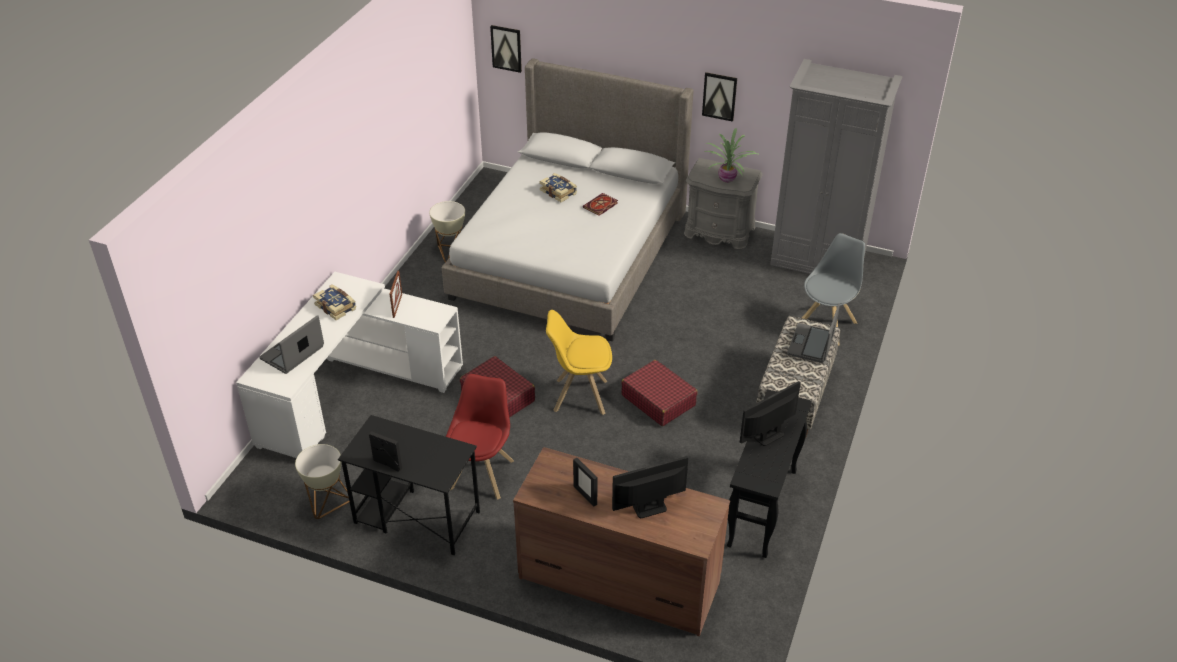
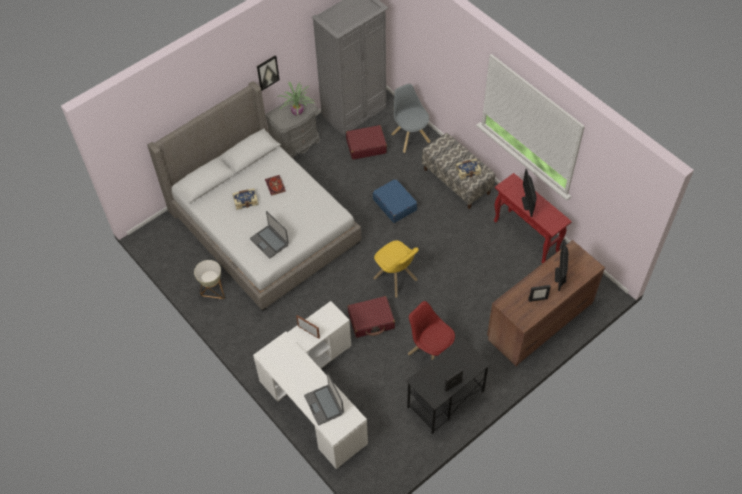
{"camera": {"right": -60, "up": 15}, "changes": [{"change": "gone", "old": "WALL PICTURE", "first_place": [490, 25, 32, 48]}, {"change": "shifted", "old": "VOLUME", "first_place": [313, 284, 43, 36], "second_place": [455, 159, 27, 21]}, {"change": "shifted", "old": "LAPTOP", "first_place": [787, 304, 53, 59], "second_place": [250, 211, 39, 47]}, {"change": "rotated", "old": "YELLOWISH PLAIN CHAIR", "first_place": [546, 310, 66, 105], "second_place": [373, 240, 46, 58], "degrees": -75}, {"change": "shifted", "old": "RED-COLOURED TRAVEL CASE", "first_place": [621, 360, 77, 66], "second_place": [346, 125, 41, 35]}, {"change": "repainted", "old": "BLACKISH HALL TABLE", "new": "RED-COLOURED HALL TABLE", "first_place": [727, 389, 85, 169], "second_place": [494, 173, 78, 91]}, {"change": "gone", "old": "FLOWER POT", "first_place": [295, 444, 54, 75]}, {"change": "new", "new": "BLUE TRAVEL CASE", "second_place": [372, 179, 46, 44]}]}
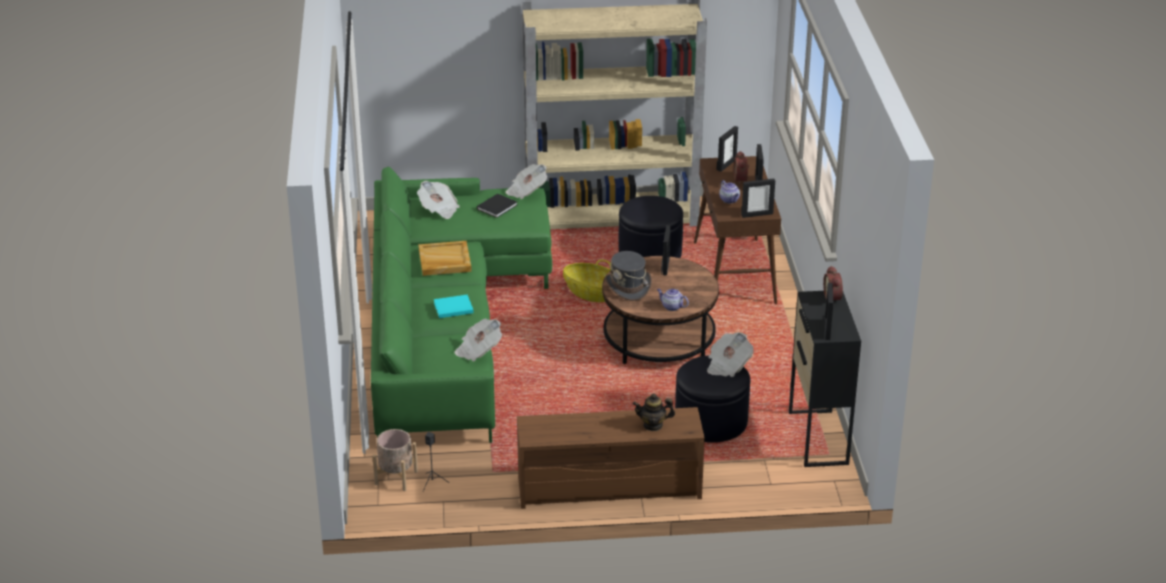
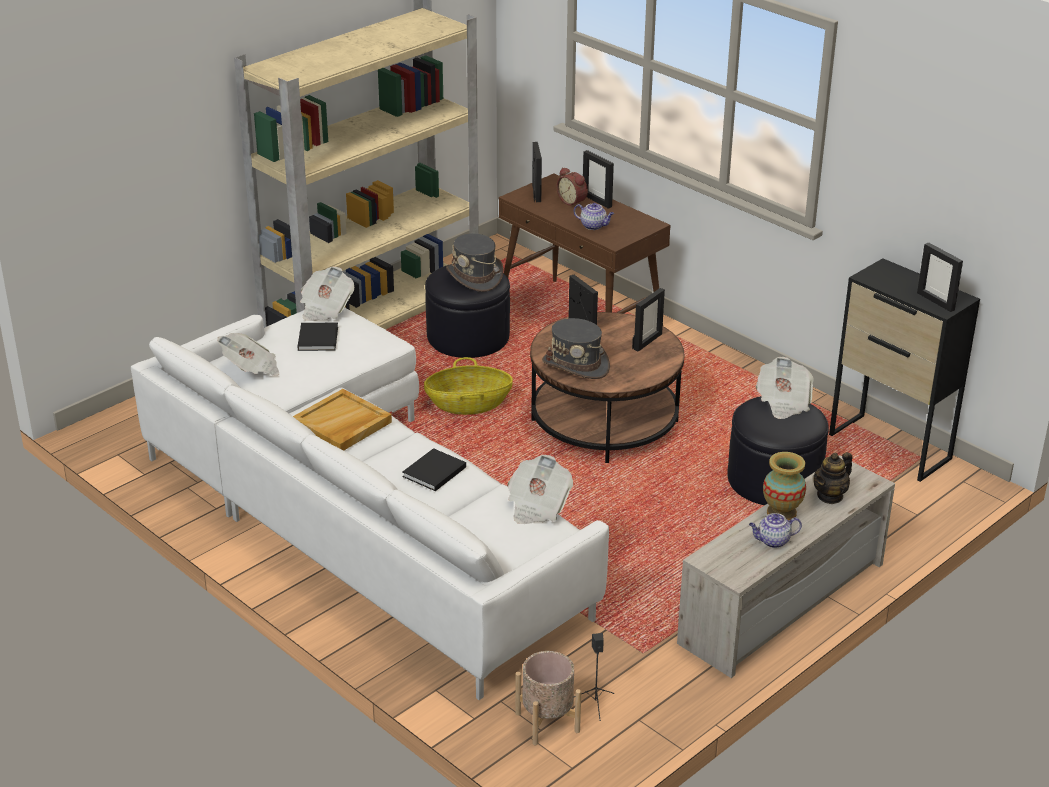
{"camera": {"right": -40, "up": 0}, "changes": [{"change": "repainted", "old": "GREEN-COLOURED COUCH", "new": "WHITE COUCH", "first_place": [371, 167, 181, 276], "second_place": [131, 308, 478, 392]}, {"change": "shifted", "old": "PHOTO FRAME", "first_place": [741, 179, 34, 39], "second_place": [632, 288, 33, 64]}, {"change": "gone", "old": "ALARM CLOCK", "first_place": [823, 266, 20, 36]}, {"change": "shifted", "old": "POT FOR TEA", "first_place": [657, 289, 32, 22], "second_place": [749, 513, 53, 35]}, {"change": "repainted", "old": "TURQUOISE VOLUME", "new": "BLACKISH VOLUME", "first_place": [434, 294, 39, 24], "second_place": [402, 448, 64, 43]}, {"change": "repainted", "old": "BROWN-COLOURED TV UNIT", "new": "WHITE TV UNIT", "first_place": [517, 407, 188, 102], "second_place": [677, 456, 218, 222]}, {"change": "new", "new": "GREY WEARABLE HAT", "second_place": [446, 233, 57, 59]}, {"change": "new", "new": "FLOWER VASE", "second_place": [763, 452, 43, 69]}]}
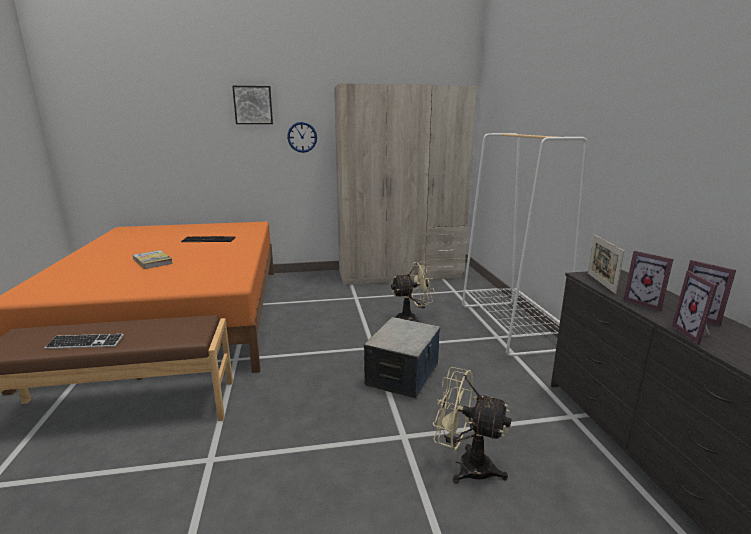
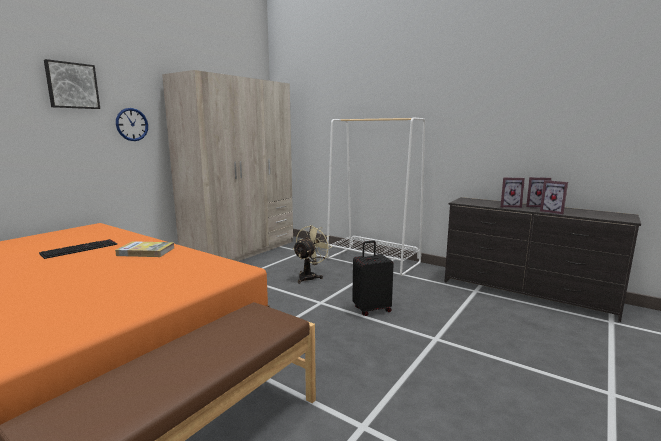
{"camera": {"right": -45, "up": -5}, "changes": [{"change": "gone", "old": "PHOTO FRAME", "first_place": [588, 235, 36, 59]}, {"change": "shifted", "old": "VOLUME", "first_place": [133, 250, 40, 19], "second_place": [115, 241, 59, 16]}, {"change": "swapped", "old": "STORAGE BIN", "new": "BLACKISH TRAVEL CASE", "first_place": [364, 317, 76, 82], "second_place": [352, 240, 42, 76]}, {"change": "gone", "old": "COMPUTER KEYBOARD", "first_place": [45, 334, 79, 15]}, {"change": "gone", "old": "SAND-COLOURED FAN", "first_place": [433, 367, 79, 117]}]}
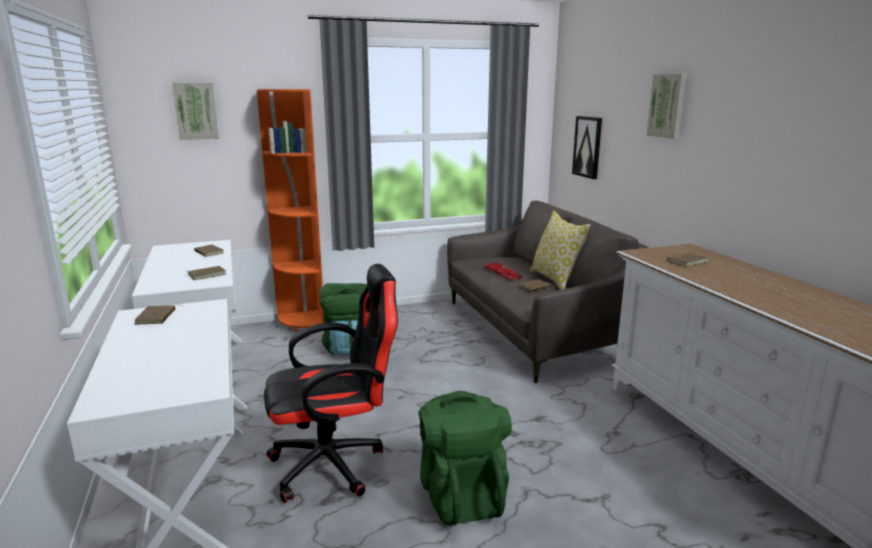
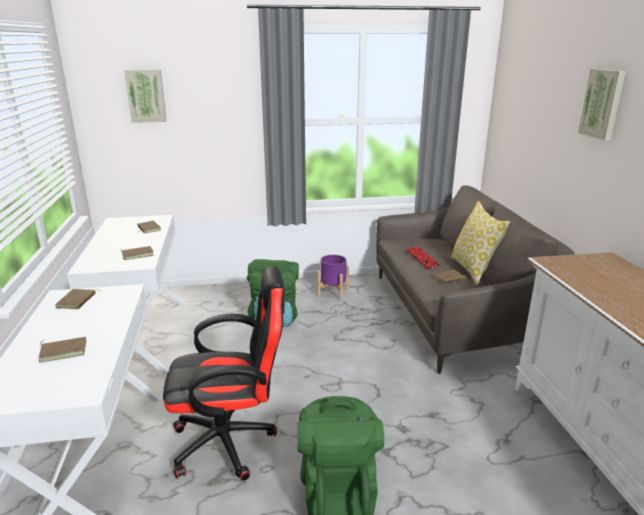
{"camera": {"right": 10, "up": 5}, "changes": [{"change": "gone", "old": "ORANGE-COLOURED BOOKSHELF", "first_place": [257, 89, 67, 242]}, {"change": "gone", "old": "WALL PICTURE", "first_place": [572, 116, 30, 63]}, {"change": "shifted", "old": "BROWN-COLOURED VOLUME", "first_place": [667, 253, 41, 14], "second_place": [38, 337, 48, 26]}, {"change": "new", "new": "PURPLE-COLOURED FLOWER POT", "second_place": [317, 255, 32, 45]}]}
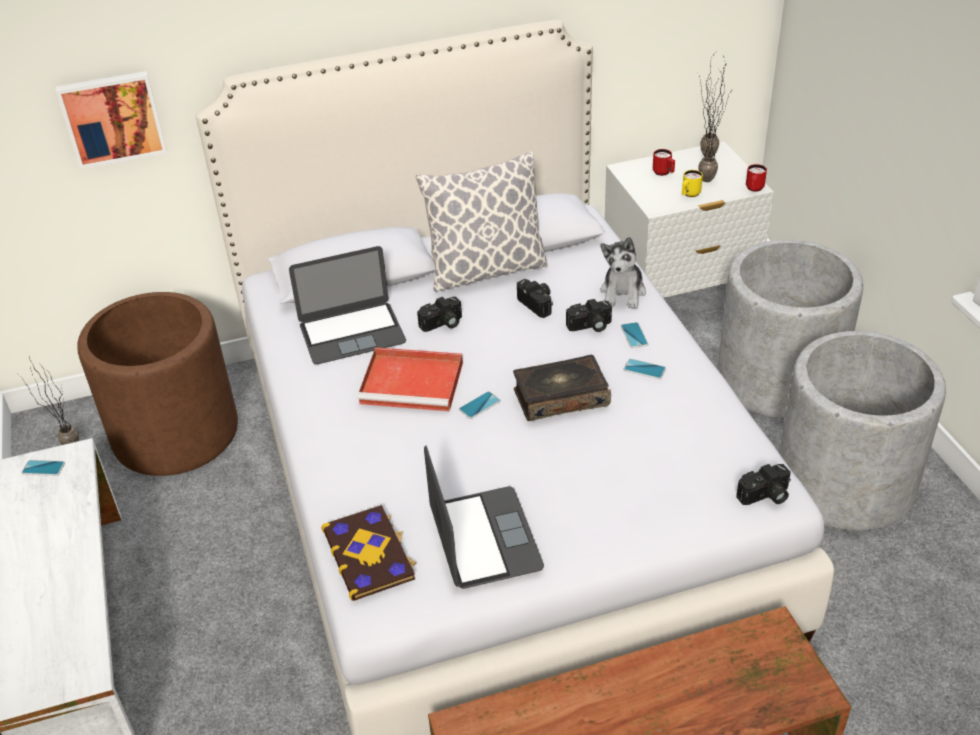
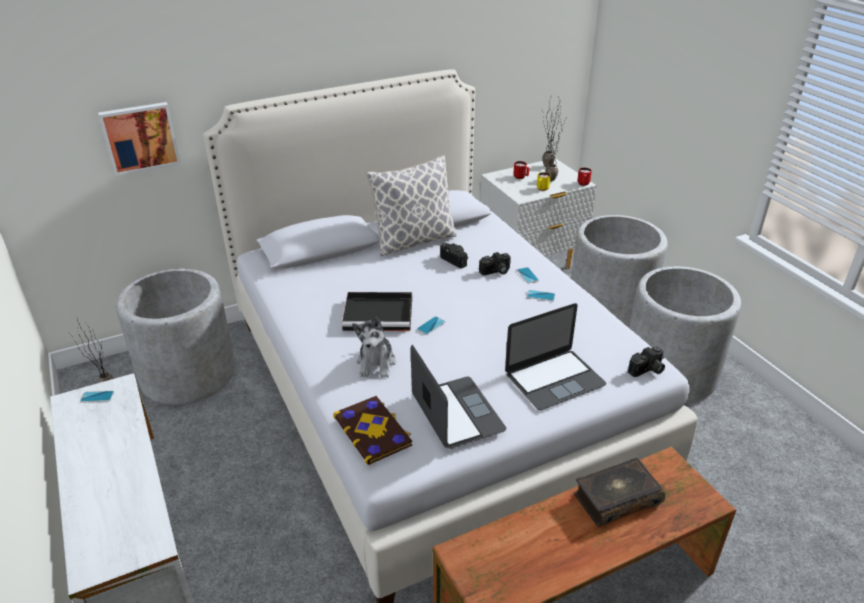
{"camera": {"right": -10, "up": -5}, "changes": [{"change": "shifted", "old": "CUDDLY TOY", "first_place": [600, 237, 46, 72], "second_place": [352, 317, 44, 61]}, {"change": "shifted", "old": "LAPTOP", "first_place": [289, 246, 117, 118], "second_place": [505, 303, 101, 107]}, {"change": "repainted", "old": "BROWN-COLOURED FLOWER POT", "new": "GREY FLOWER POT", "first_place": [77, 292, 161, 184], "second_place": [116, 269, 119, 136]}, {"change": "gone", "old": "PHOTO CAMERA", "first_place": [417, 297, 45, 35]}, {"change": "repainted", "old": "RED-COLOURED SERVING TRAY", "new": "BLACKISH SERVING TRAY", "first_place": [358, 347, 105, 64], "second_place": [342, 292, 70, 39]}, {"change": "shifted", "old": "VOLUME", "first_place": [513, 355, 98, 66], "second_place": [574, 458, 91, 69]}]}
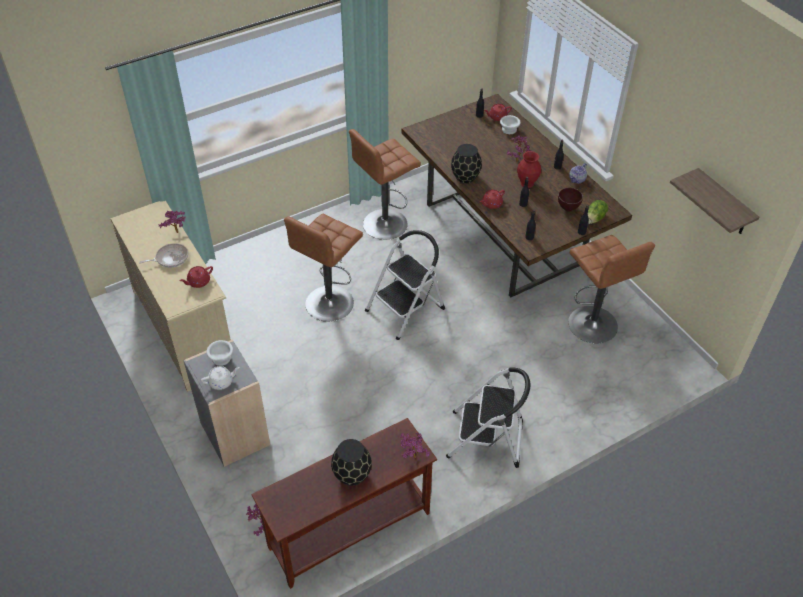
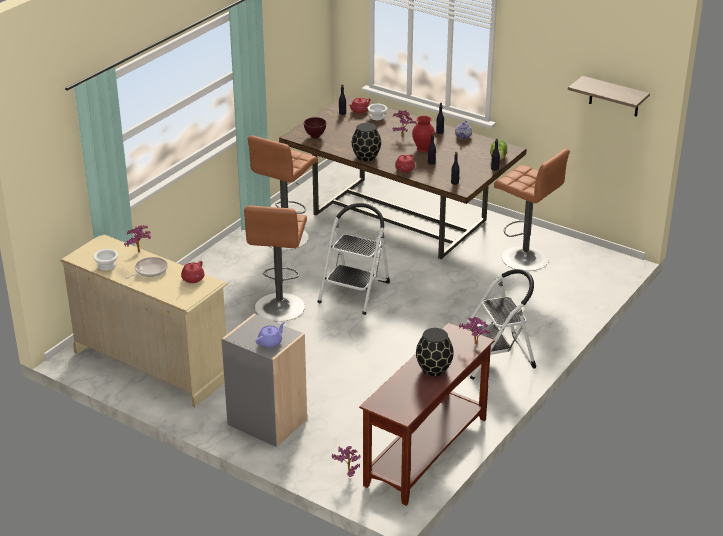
{"camera": {"right": -25, "up": -15}, "changes": [{"change": "shifted", "old": "BROWN-COLOURED DEEP DISH", "first_place": [558, 188, 25, 24], "second_place": [304, 117, 22, 21]}, {"change": "shifted", "old": "WHITE DEEP DISH", "first_place": [207, 340, 26, 26], "second_place": [93, 249, 25, 22]}, {"change": "repainted", "old": "WHITE POT FOR TEA", "new": "PURPLE-COLOURED POT FOR TEA", "first_place": [201, 366, 39, 24], "second_place": [256, 322, 29, 26]}]}
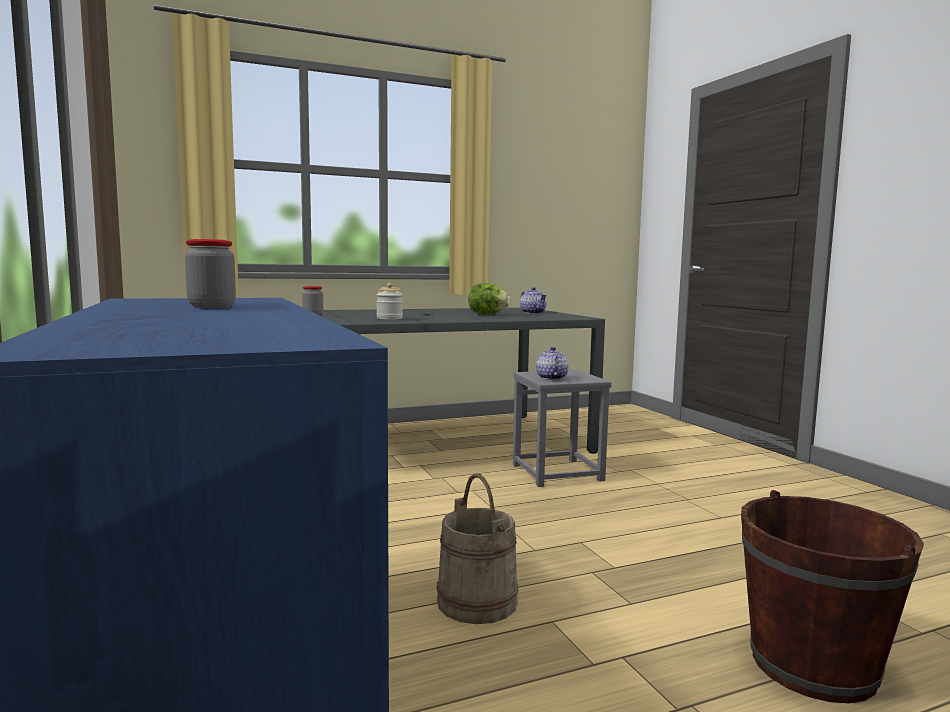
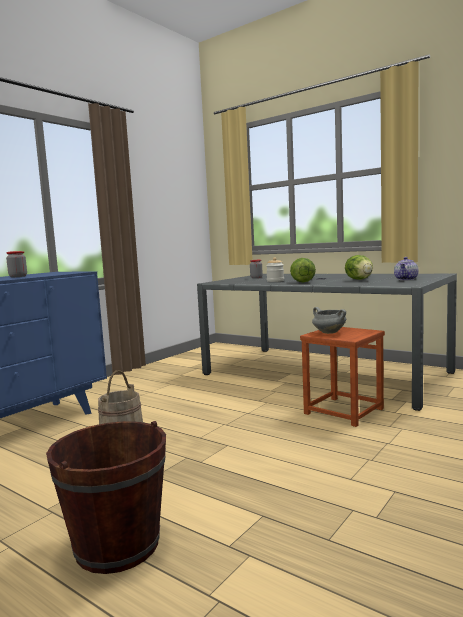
{"camera": {"right": 60, "up": 0}, "changes": [{"change": "swapped", "old": "POT FOR TEA", "new": "GREY SAUCEPOT", "first_place": [536, 347, 33, 33], "second_place": [312, 307, 34, 27]}, {"change": "repainted", "old": "GREY STOOL SEAT", "new": "BROWN-COLOURED STOOL SEAT", "first_place": [513, 370, 99, 117], "second_place": [300, 327, 85, 100]}, {"change": "new", "new": "LETTUCE HEAD", "second_place": [290, 258, 26, 24]}]}
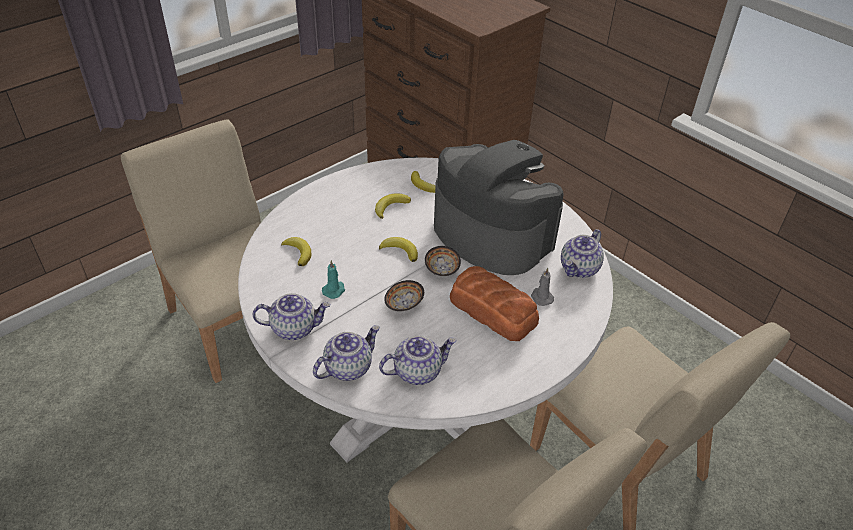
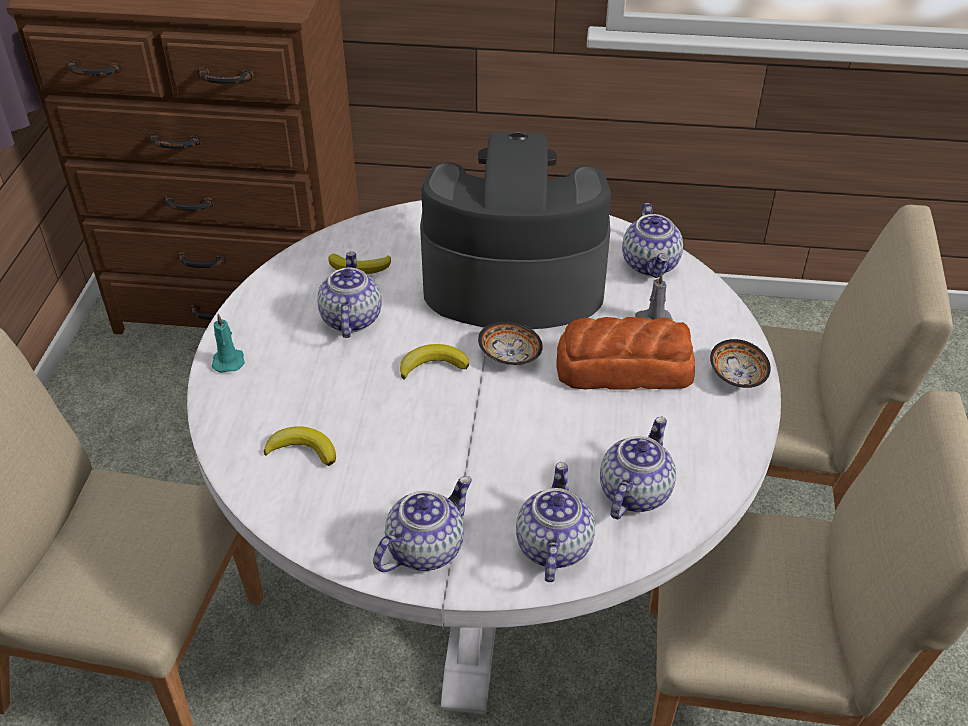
{"camera": {"right": -40, "up": 0}, "changes": [{"change": "swapped", "old": "BANANA FRUIT", "new": "POT FOR TEA", "first_place": [375, 193, 36, 26], "second_place": [317, 251, 65, 87]}, {"change": "shifted", "old": "TURQUOISE CANDLE", "first_place": [322, 260, 23, 39], "second_place": [212, 313, 33, 60]}, {"change": "shifted", "old": "DEEP DISH", "first_place": [384, 280, 40, 31], "second_place": [710, 339, 61, 49]}]}
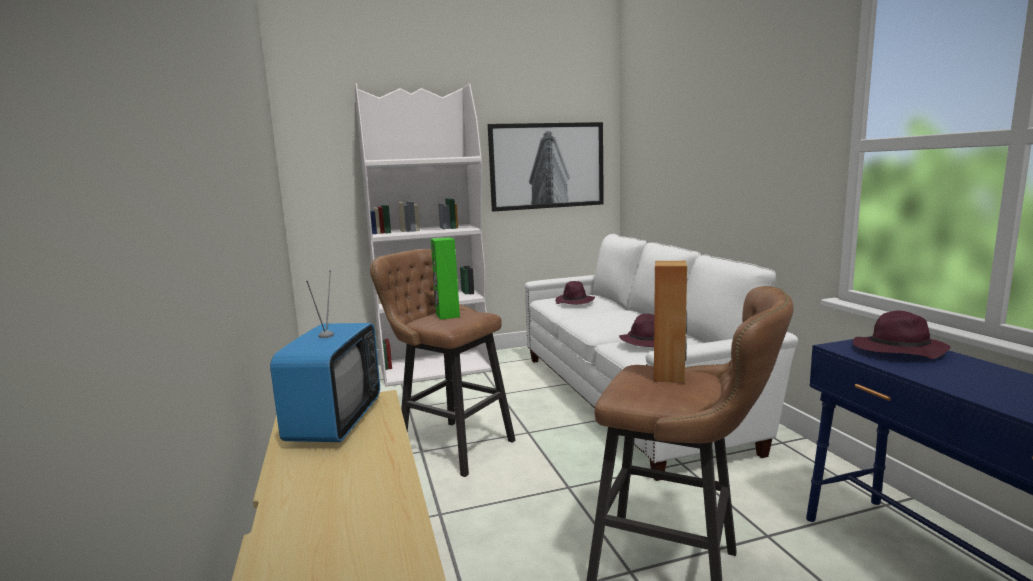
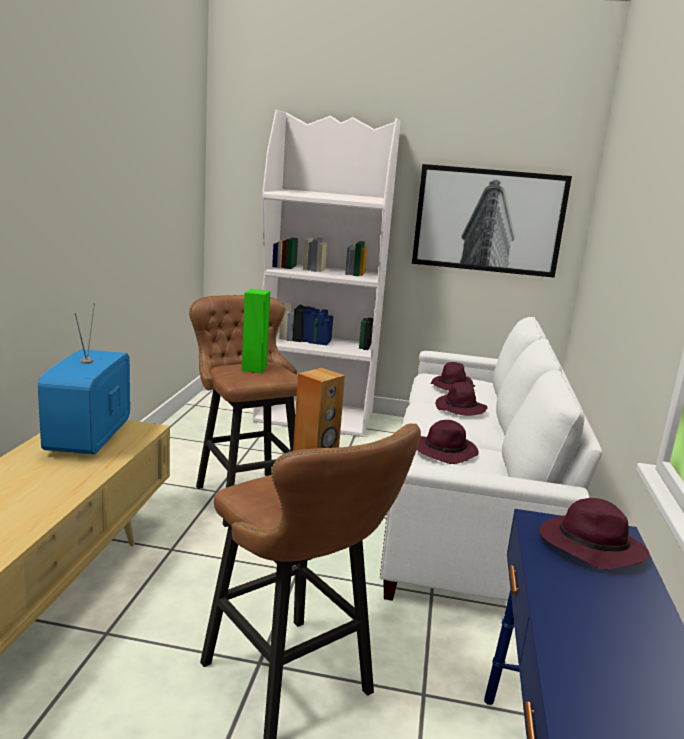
{"camera": {"right": 25, "up": 5}, "changes": [{"change": "rotated", "old": "TELEVISION", "first_place": [270, 270, 110, 172], "second_place": [38, 303, 92, 151], "degrees": 150}, {"change": "new", "new": "PURPLE-COLOURED WEARABLE HAT", "second_place": [435, 382, 53, 34]}]}
